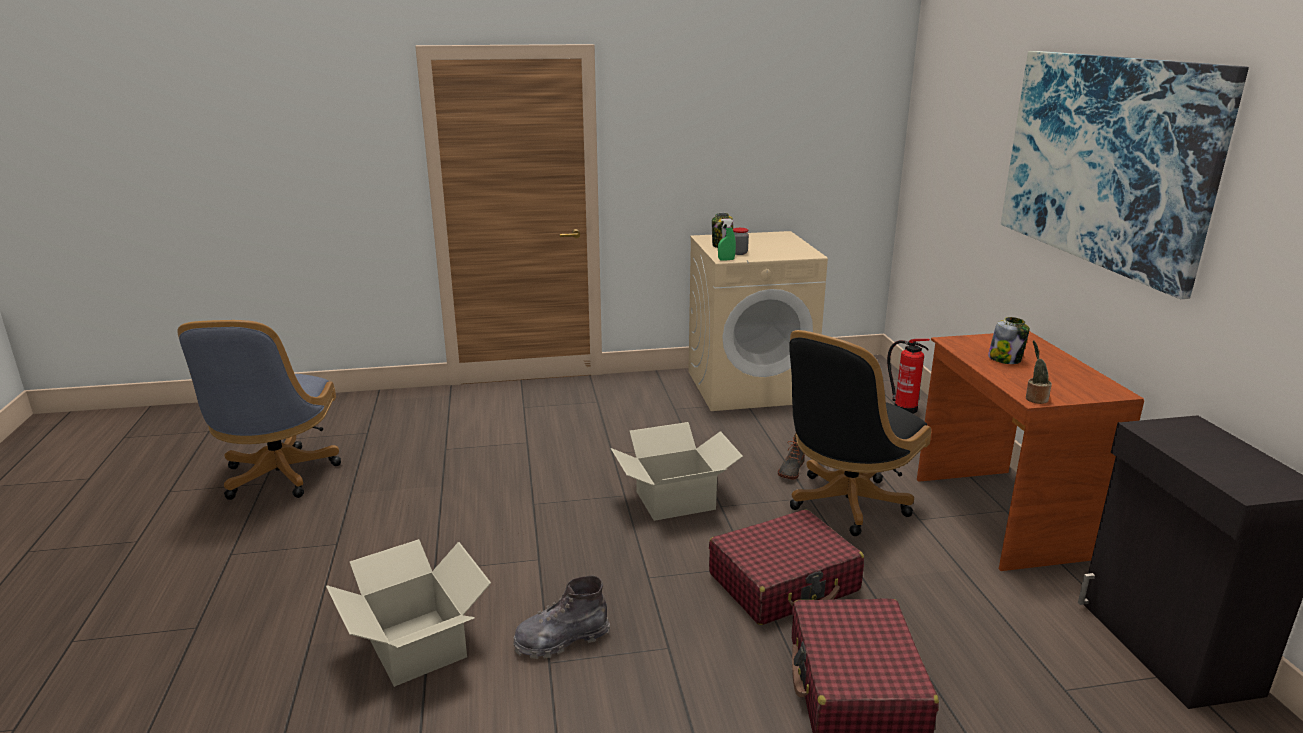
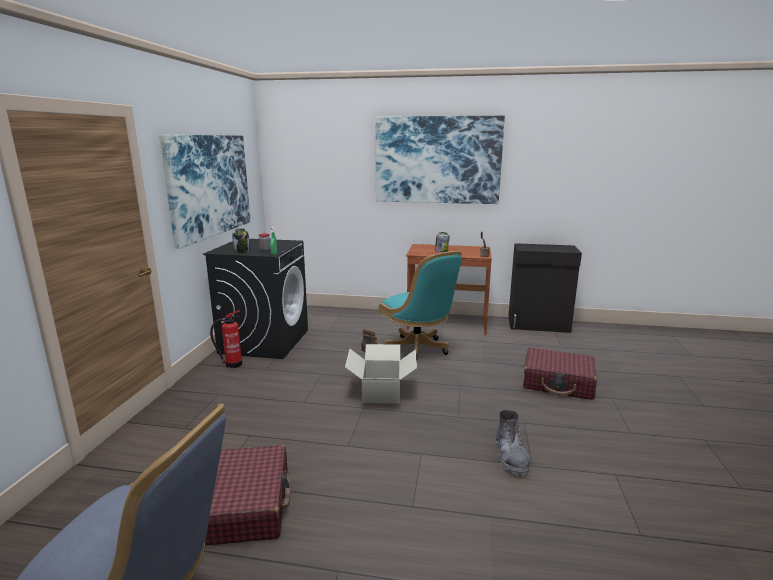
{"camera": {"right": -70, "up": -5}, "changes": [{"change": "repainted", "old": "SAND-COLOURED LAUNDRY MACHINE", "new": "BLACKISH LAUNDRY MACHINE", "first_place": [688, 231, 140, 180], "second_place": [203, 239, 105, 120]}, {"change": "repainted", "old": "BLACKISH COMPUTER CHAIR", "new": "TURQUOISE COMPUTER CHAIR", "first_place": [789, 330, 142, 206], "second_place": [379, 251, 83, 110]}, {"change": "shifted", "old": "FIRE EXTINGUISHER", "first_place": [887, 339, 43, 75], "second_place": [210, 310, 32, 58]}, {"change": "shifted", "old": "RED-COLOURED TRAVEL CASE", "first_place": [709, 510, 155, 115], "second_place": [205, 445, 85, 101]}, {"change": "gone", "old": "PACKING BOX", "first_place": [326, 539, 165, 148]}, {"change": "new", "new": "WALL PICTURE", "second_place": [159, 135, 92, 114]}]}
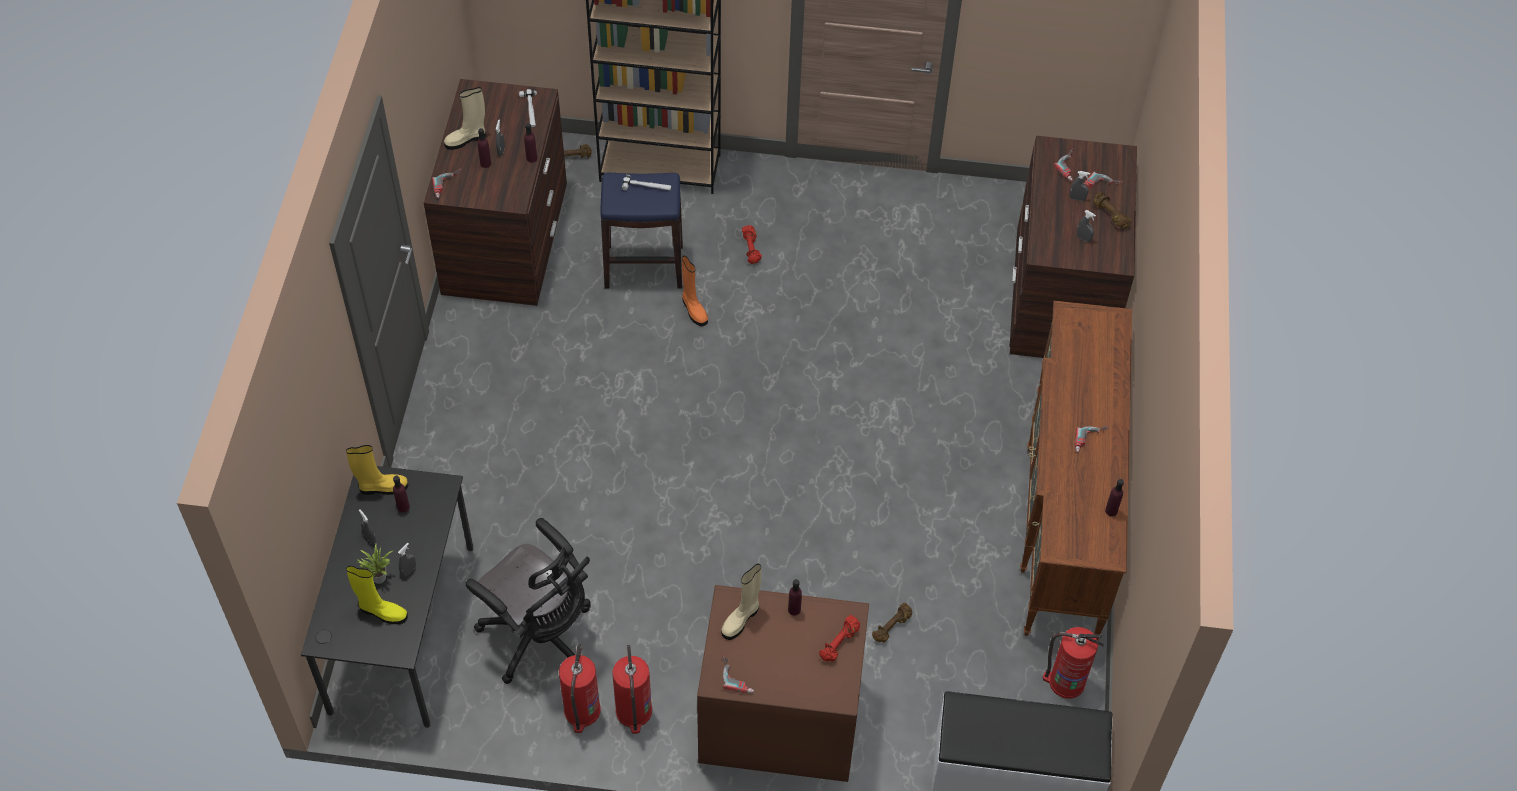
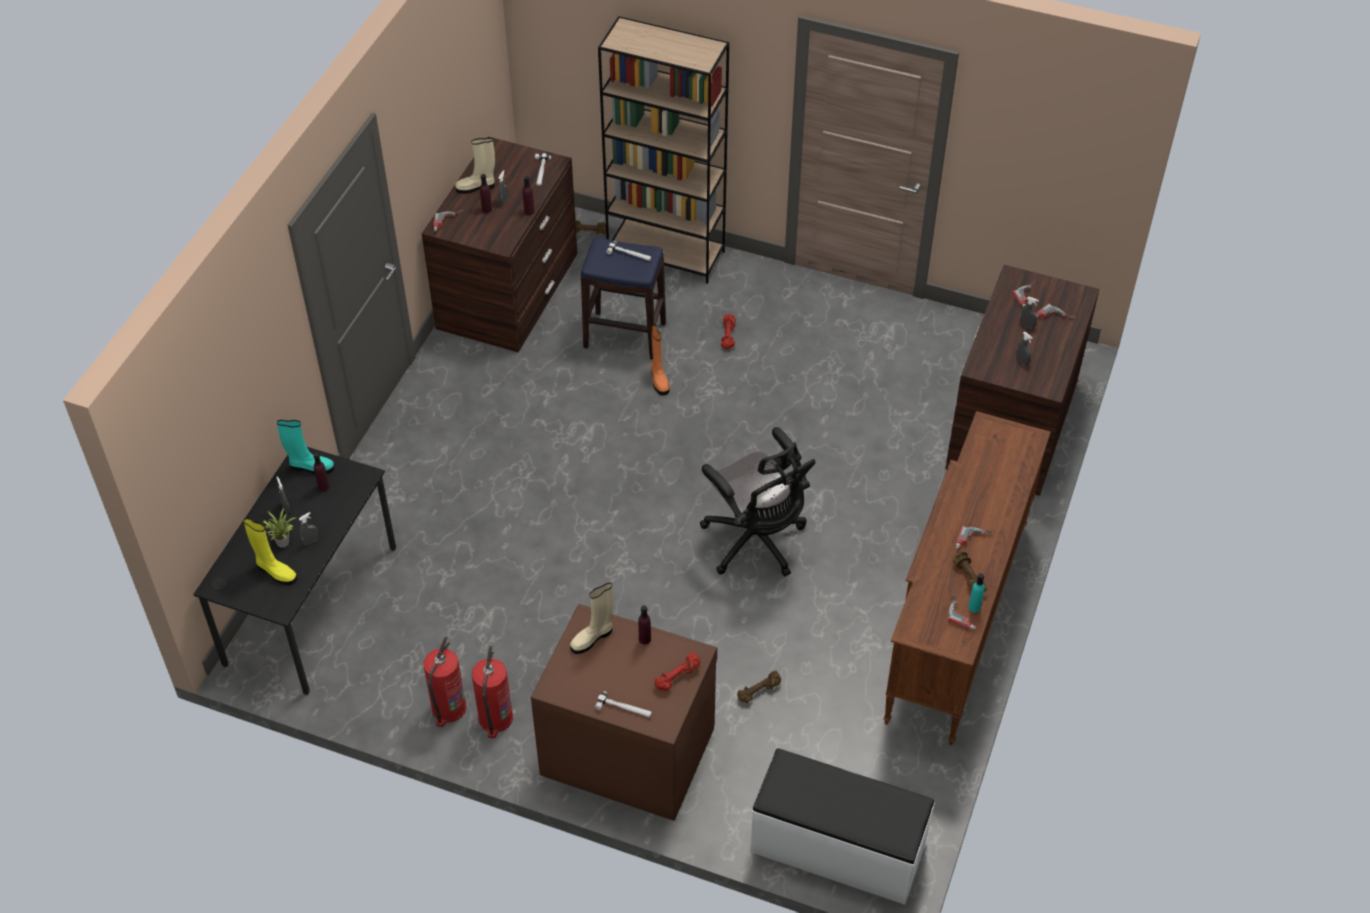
{"camera": {"right": 15, "up": -5}, "changes": [{"change": "shifted", "old": "BROWN-COLOURED FREE WEIGHT", "first_place": [1093, 192, 39, 36], "second_place": [953, 552, 34, 40]}, {"change": "repainted", "old": "YELLOWISH TALL BOOT", "new": "TURQUOISE TALL BOOT", "first_place": [346, 445, 62, 50], "second_place": [277, 420, 58, 54]}, {"change": "repainted", "old": "PURPLE-COLOURED BOTTLE", "new": "TURQUOISE BOTTLE", "first_place": [1105, 479, 19, 37], "second_place": [968, 573, 17, 40]}, {"change": "shifted", "old": "COMPUTER CHAIR", "first_place": [466, 518, 125, 166], "second_place": [700, 427, 115, 150]}, {"change": "gone", "old": "FIRE EXTINGUISHER", "first_place": [1043, 627, 61, 72]}, {"change": "shifted", "old": "POWER DRILL", "first_place": [722, 655, 32, 38], "second_place": [947, 593, 29, 36]}, {"change": "new", "new": "TOOL HAMMER", "second_place": [595, 691, 57, 26]}]}
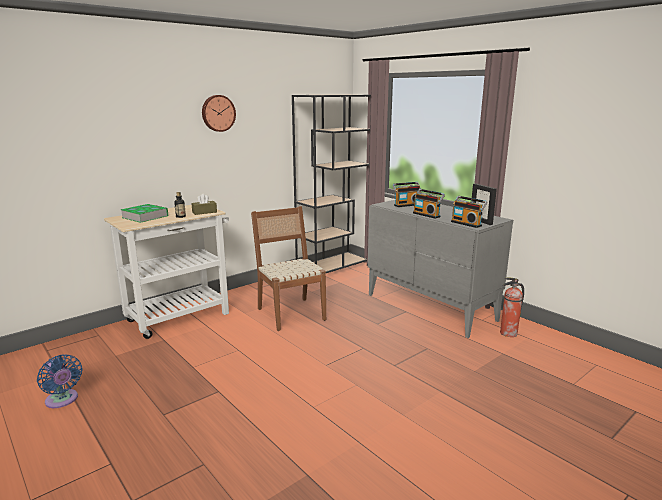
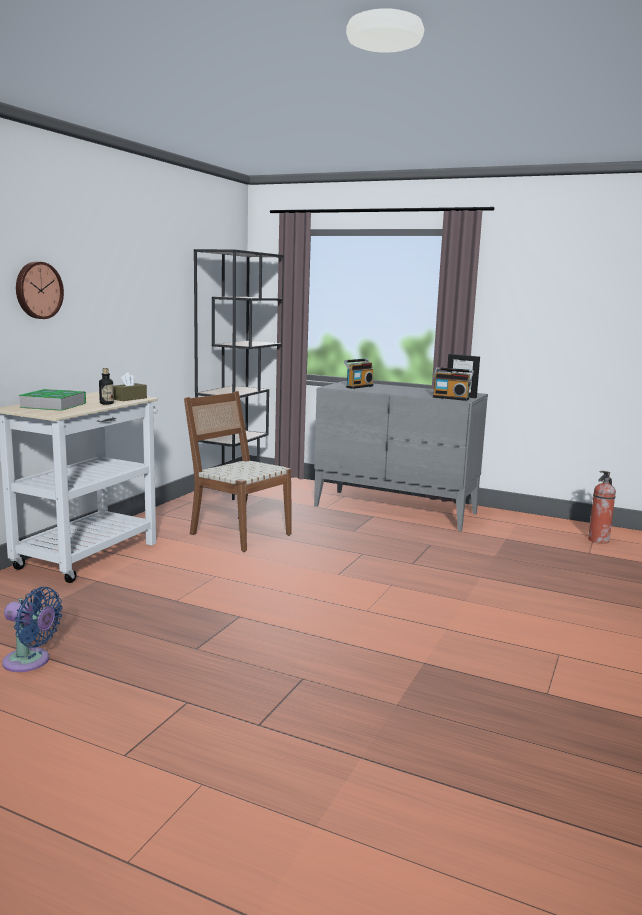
{"camera": {"right": -25, "up": -5}, "changes": [{"change": "shifted", "old": "CLOCK ON THE WALL", "first_place": [202, 95, 34, 37], "second_place": [16, 262, 48, 57]}, {"change": "gone", "old": "RADIO", "first_place": [413, 189, 32, 30]}, {"change": "shifted", "old": "FIRE EXTINGUISHER", "first_place": [500, 278, 24, 59], "second_place": [588, 471, 28, 73]}]}
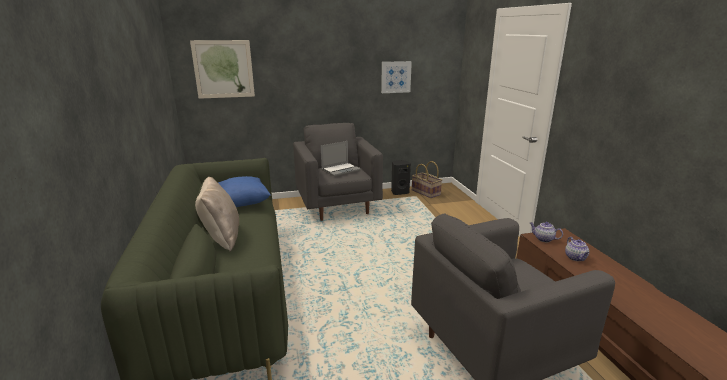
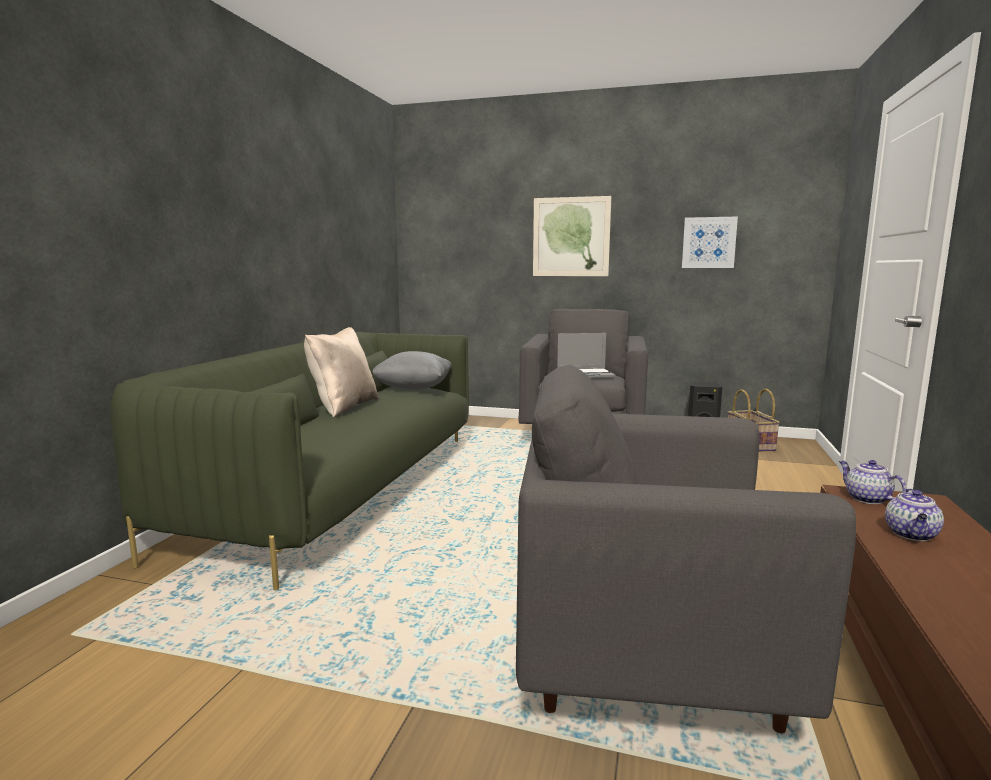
{"camera": {"right": 30, "up": -10}, "changes": [{"change": "shifted", "old": "WALL PICTURE", "first_place": [190, 40, 65, 59], "second_place": [533, 196, 78, 80]}, {"change": "repainted", "old": "BLUE PILLOW", "new": "GREY PILLOW", "first_place": [218, 176, 53, 31], "second_place": [373, 351, 79, 39]}]}
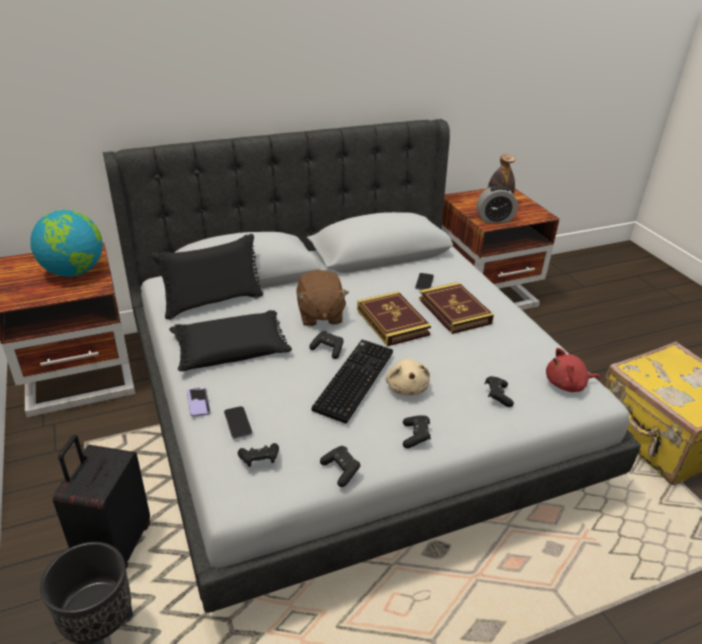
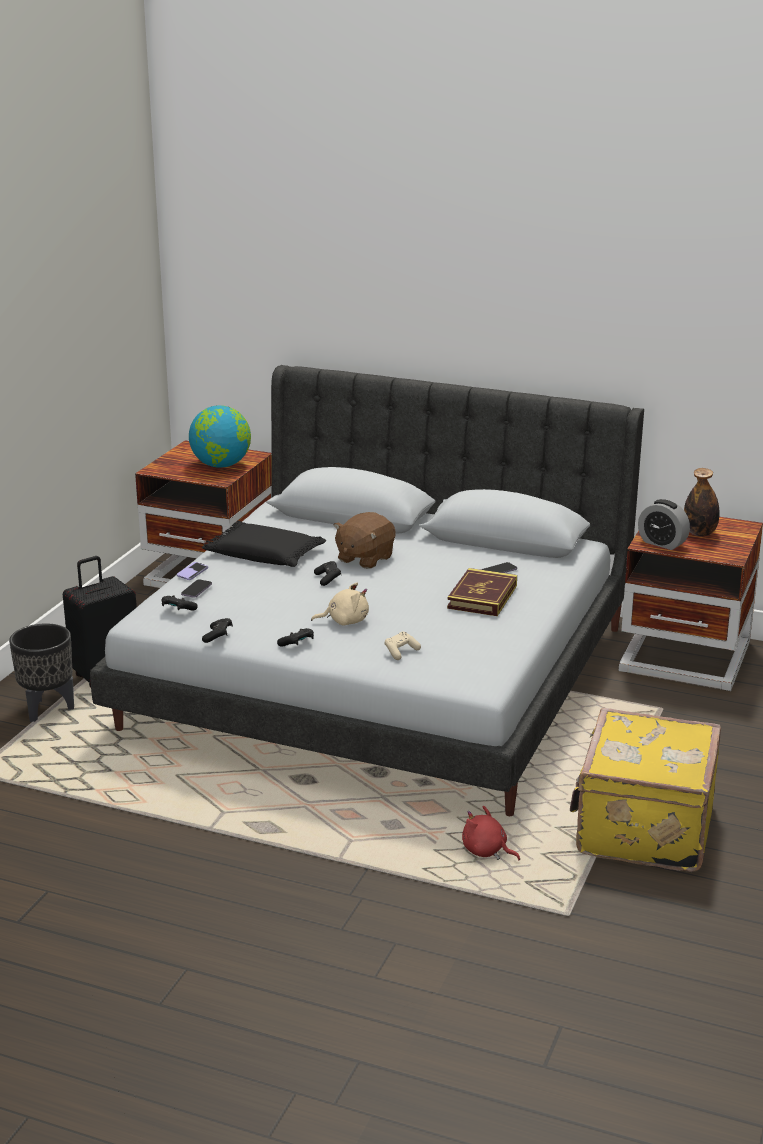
{"camera": {"right": 45, "up": -10}, "changes": [{"change": "gone", "old": "BLACKISH PILLOW", "first_place": [151, 234, 112, 86]}, {"change": "gone", "old": "VOLUME", "first_place": [357, 292, 74, 54]}, {"change": "gone", "old": "COMPUTER KEYBOARD", "first_place": [312, 340, 81, 84]}, {"change": "shifted", "old": "RED-COLOURED CUDDLY TOY", "first_place": [546, 348, 54, 44], "second_place": [462, 805, 58, 55]}, {"change": "rotated", "old": "SAND-COLOURED CUDDLY TOY", "first_place": [385, 359, 45, 37], "second_place": [311, 582, 58, 44], "degrees": -135}, {"change": "repainted", "old": "BLACKISH JOYPAD", "new": "SAND-COLOURED JOYPAD", "first_place": [485, 376, 29, 31], "second_place": [384, 632, 37, 28]}]}
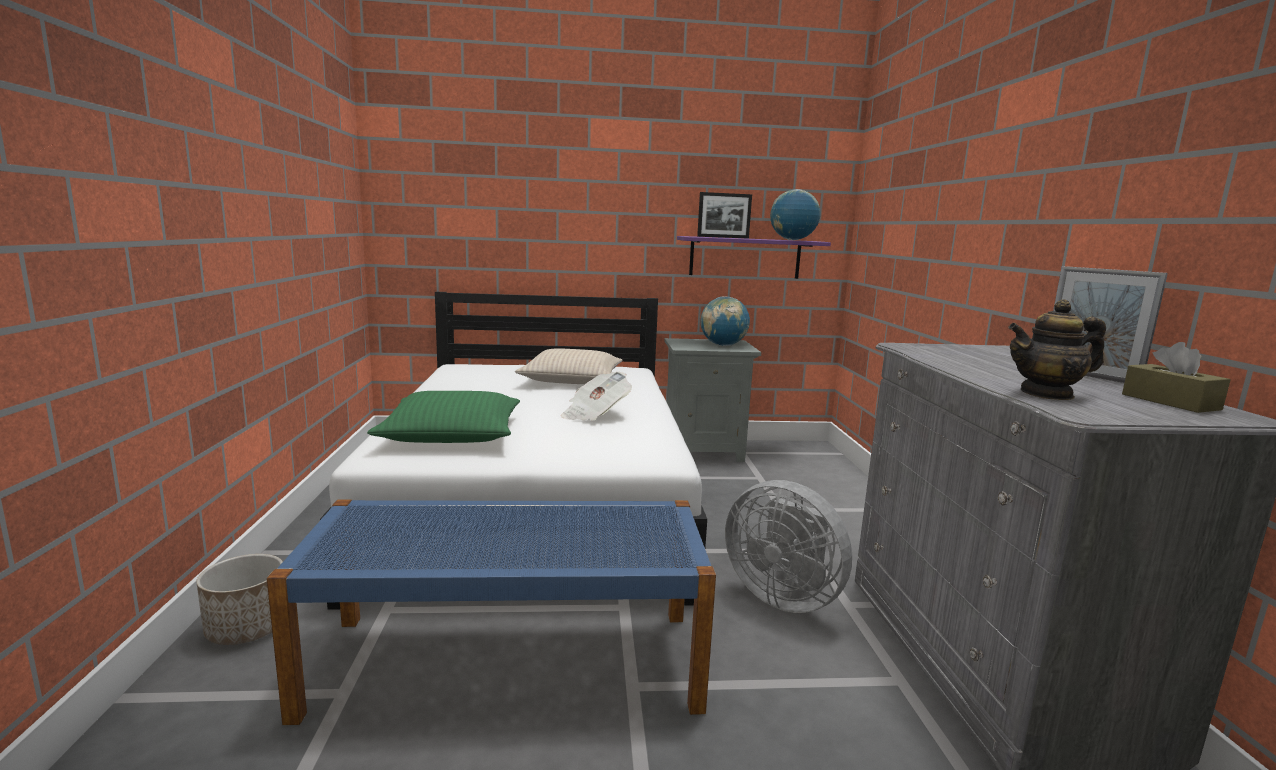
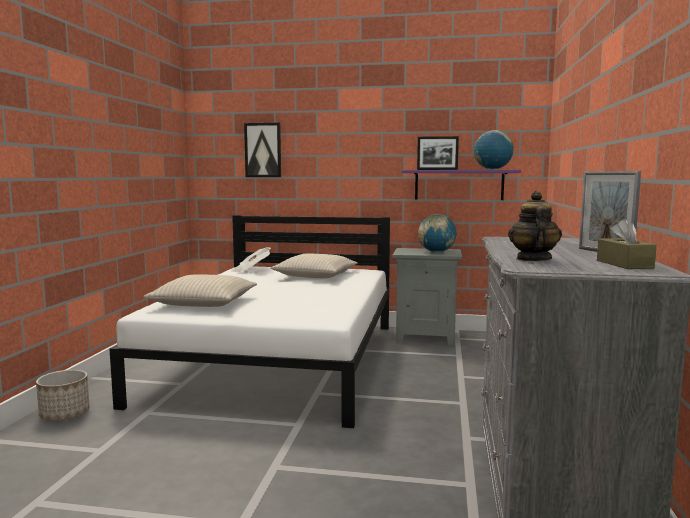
{"camera": {"right": 15, "up": -5}, "changes": [{"change": "rotated", "old": "POT FOR TEA", "first_place": [1008, 299, 98, 101], "second_place": [508, 191, 54, 70], "degrees": 90}, {"change": "shifted", "old": "PRINTED PAPER", "first_place": [561, 372, 71, 49], "second_place": [231, 247, 40, 25]}, {"change": "repainted", "old": "GREEN-COLOURED PILLOW", "new": "SAND-COLOURED PILLOW", "first_place": [367, 391, 153, 52], "second_place": [144, 274, 113, 33]}, {"change": "gone", "old": "GREY FAN", "first_place": [725, 480, 127, 133]}, {"change": "gone", "old": "BLUE LONG SEAT", "first_place": [267, 499, 449, 226]}, {"change": "new", "new": "WALL PICTURE", "second_place": [244, 123, 37, 54]}]}
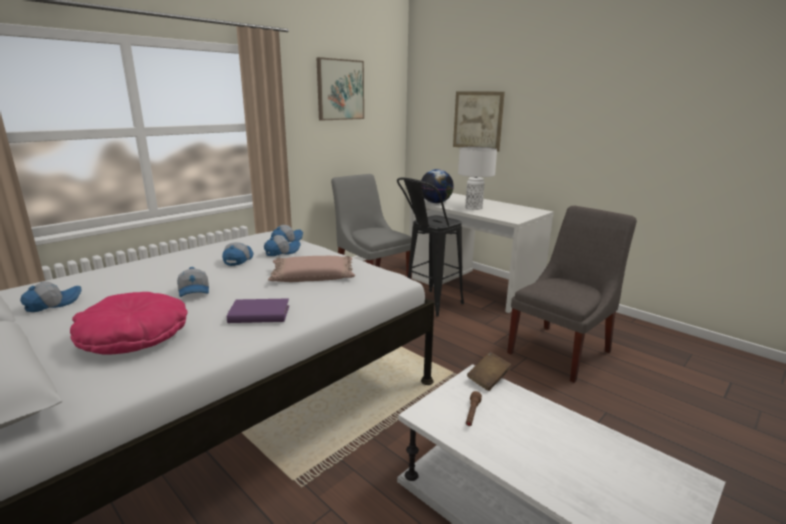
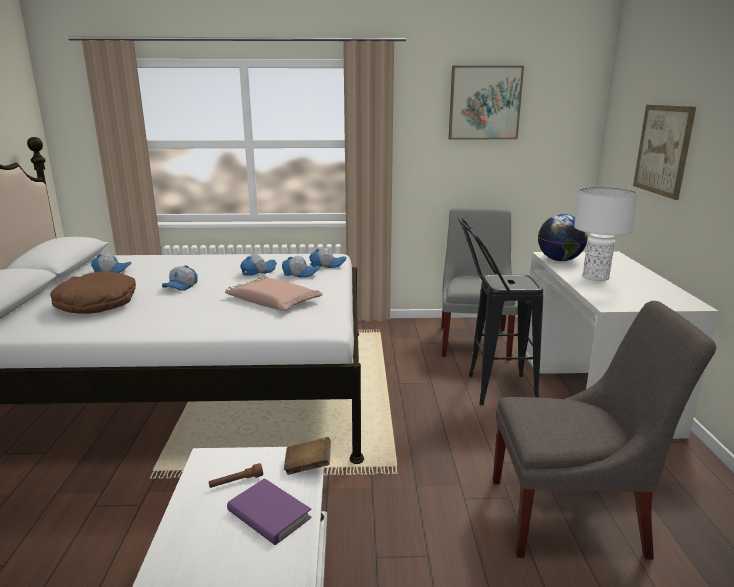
{"camera": {"right": 45, "up": 0}, "changes": [{"change": "repainted", "old": "PINK-COLOURED PILLOW", "new": "BROWN-COLOURED PILLOW", "first_place": [70, 292, 118, 63], "second_place": [50, 271, 86, 43]}, {"change": "shifted", "old": "PURPLE-COLOURED VOLUME", "first_place": [227, 299, 62, 24], "second_place": [227, 478, 85, 67]}]}
